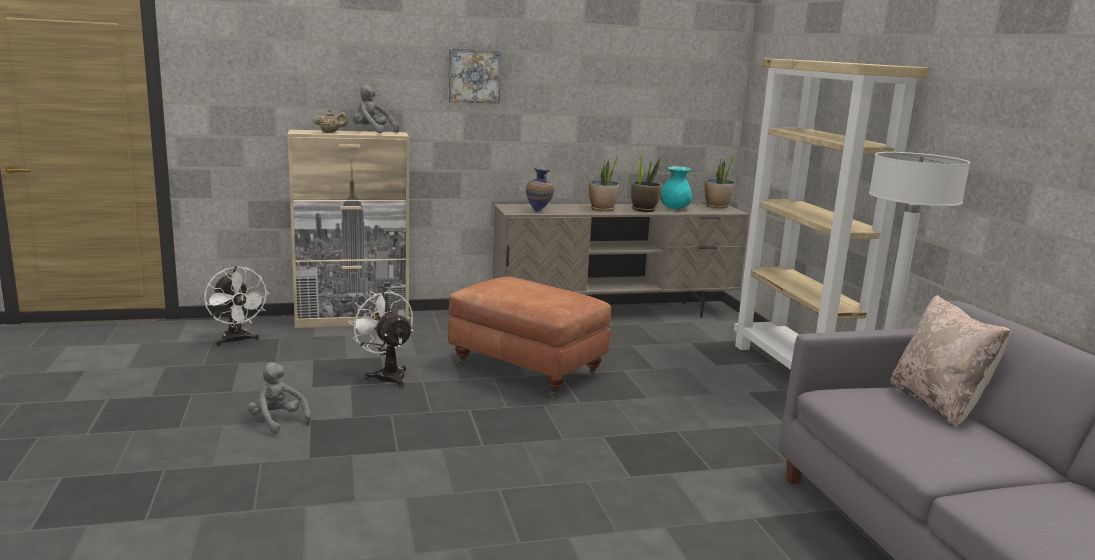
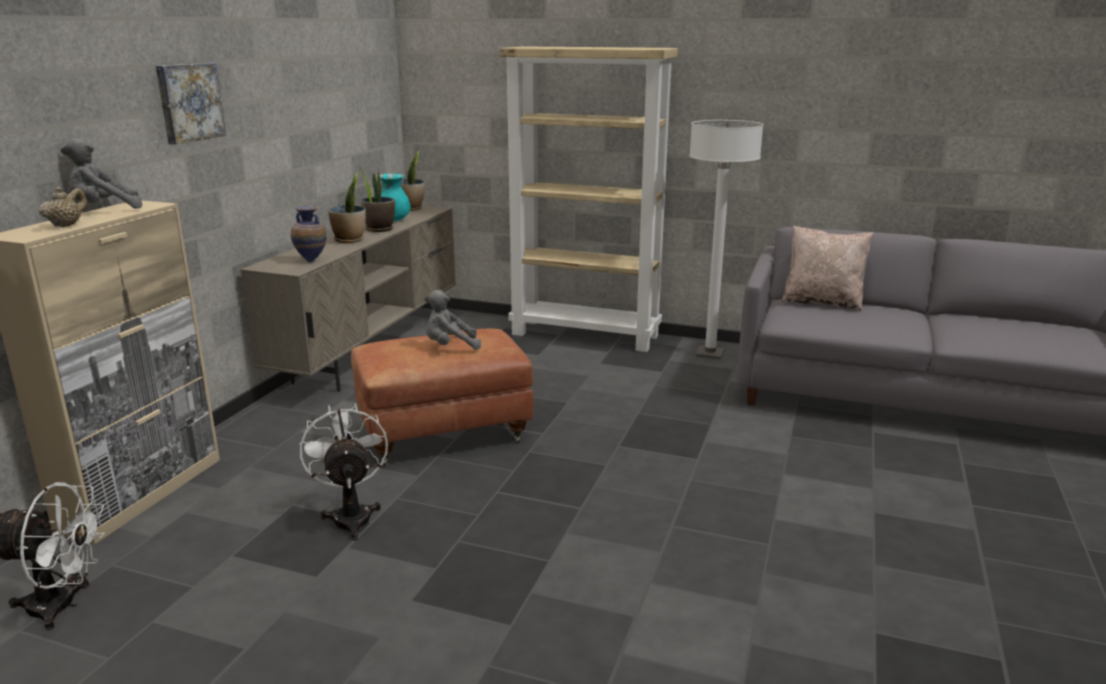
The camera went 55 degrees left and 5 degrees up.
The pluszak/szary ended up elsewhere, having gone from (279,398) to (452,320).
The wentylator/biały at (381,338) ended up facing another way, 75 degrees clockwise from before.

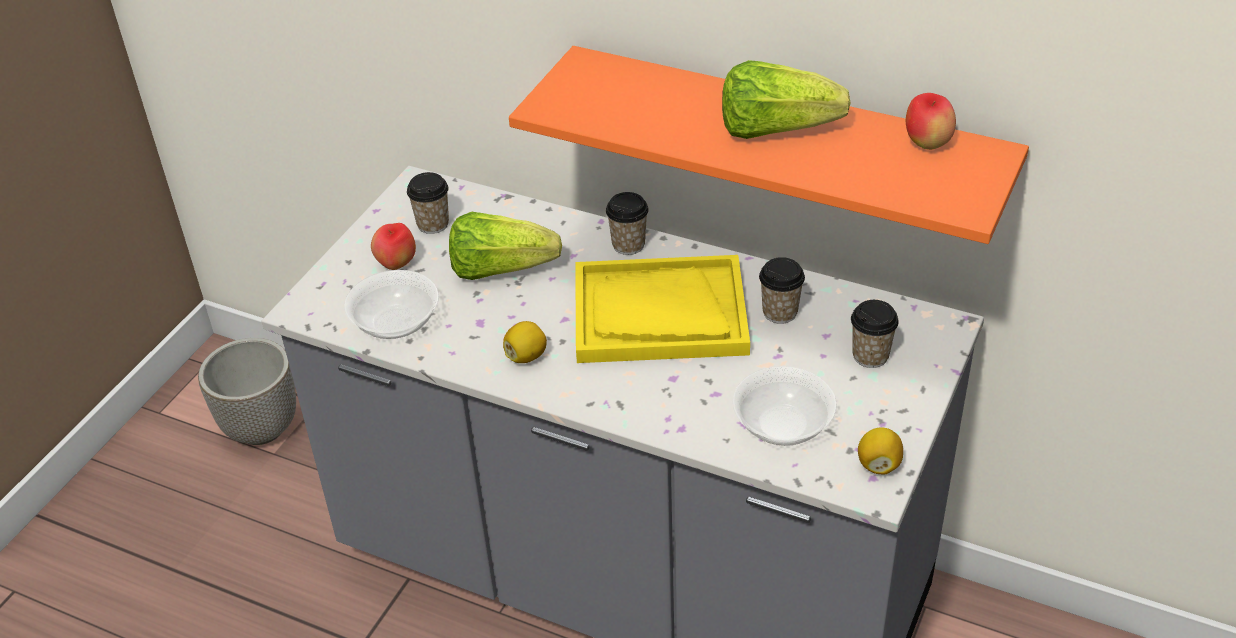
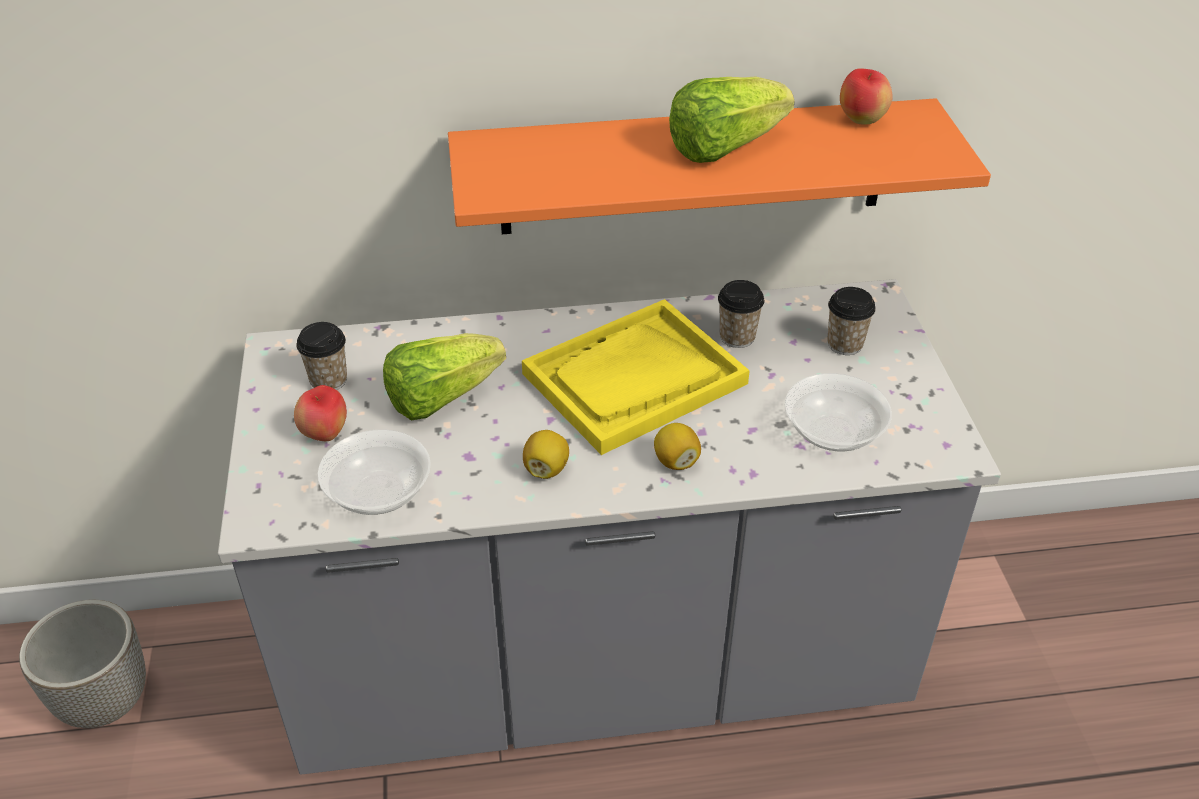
The camera went 35 degrees left and 0 degrees up.
The second view lost the filiżanka at (627,223).
The cytryna ended up elsewhere, having gone from (880,451) to (677,446).

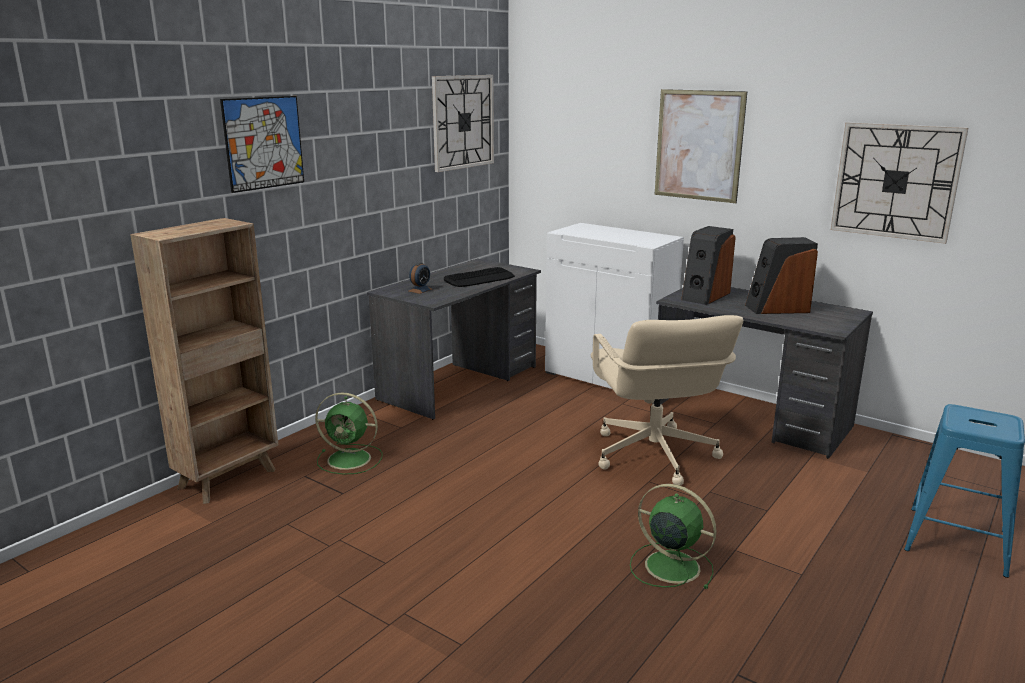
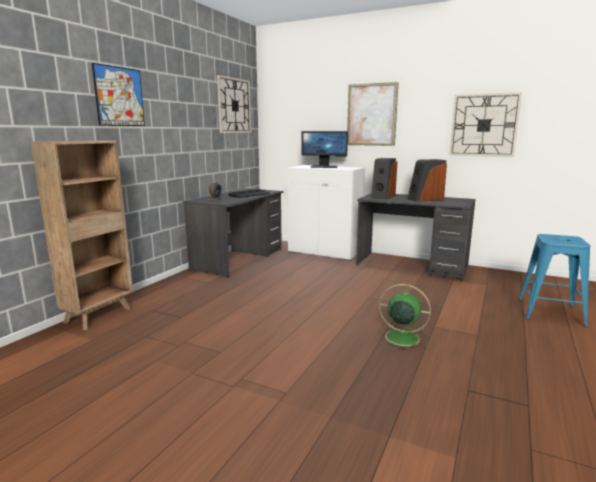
The camera went 10 degrees left and 5 degrees down.
The second view lost the wentylator/zielony at (349,433).
The second view lost the krzesło biurowe/beżowy at (667,400).
The second view gained the monitor at (324,149).

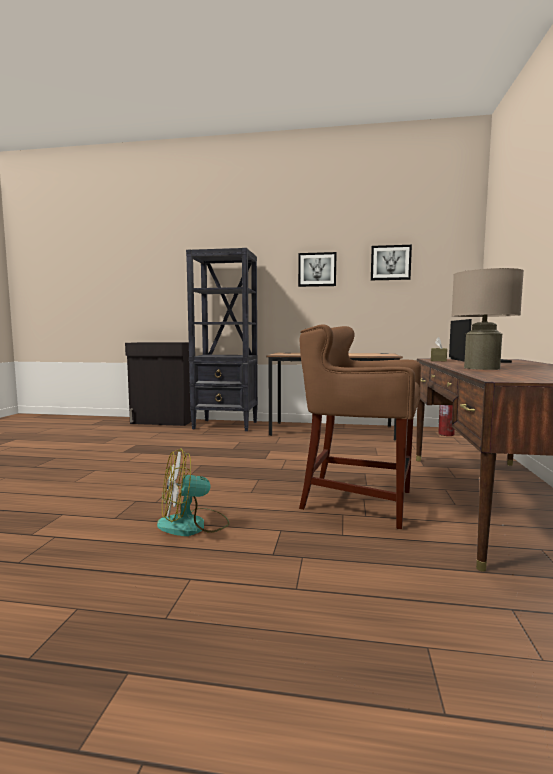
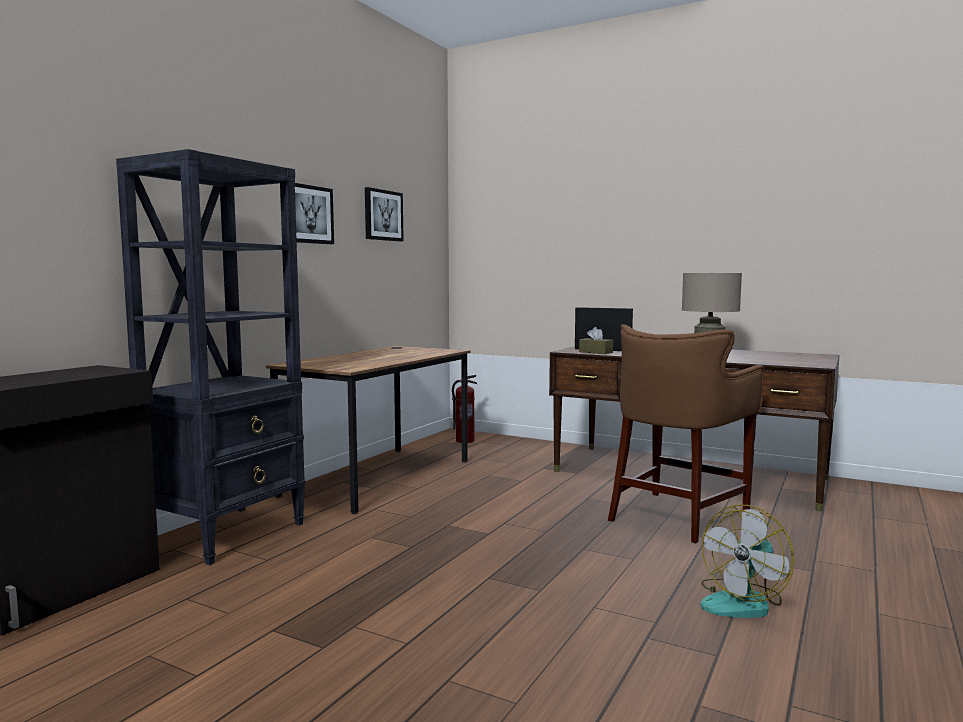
The camera went 70 degrees left and 0 degrees up.
The wentylator at (193,492) ended up facing another way, 45 degrees clockwise from before.

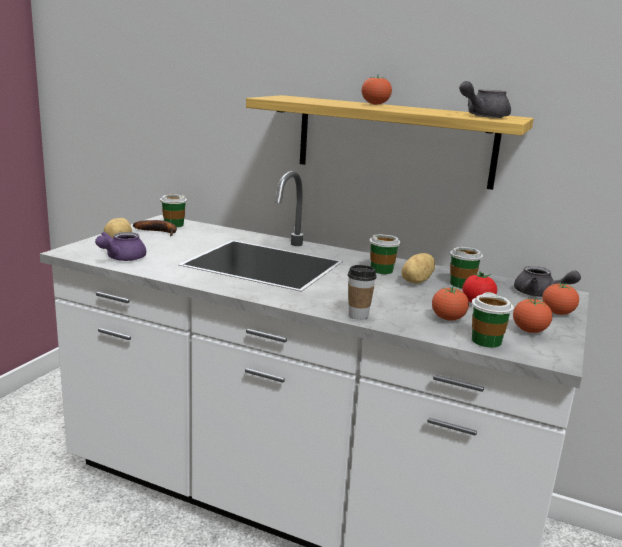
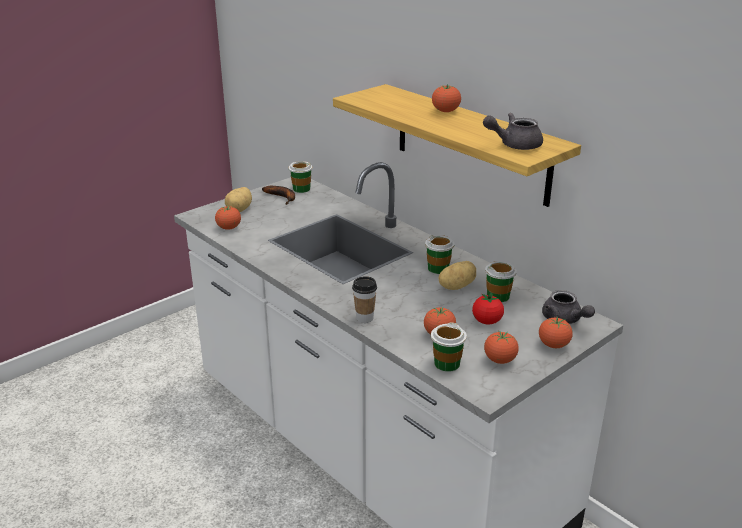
The camera went 25 degrees right and 10 degrees up.
Where the imbryk/fioletowy stood at (120,246), the pomidor came to stand at (228,218).

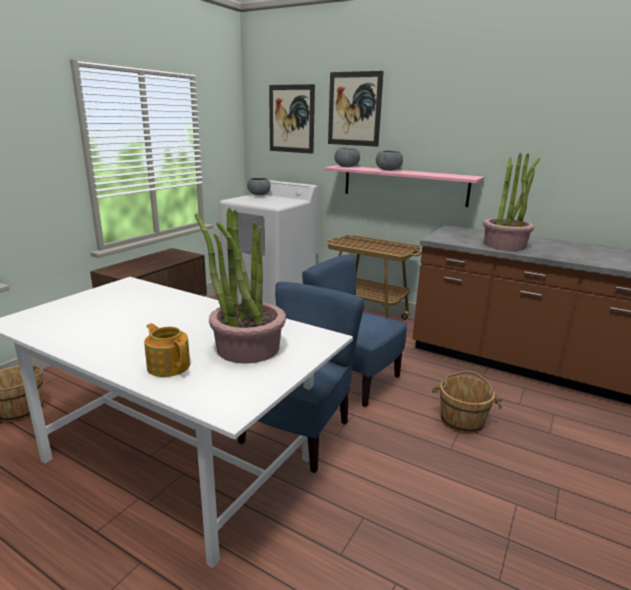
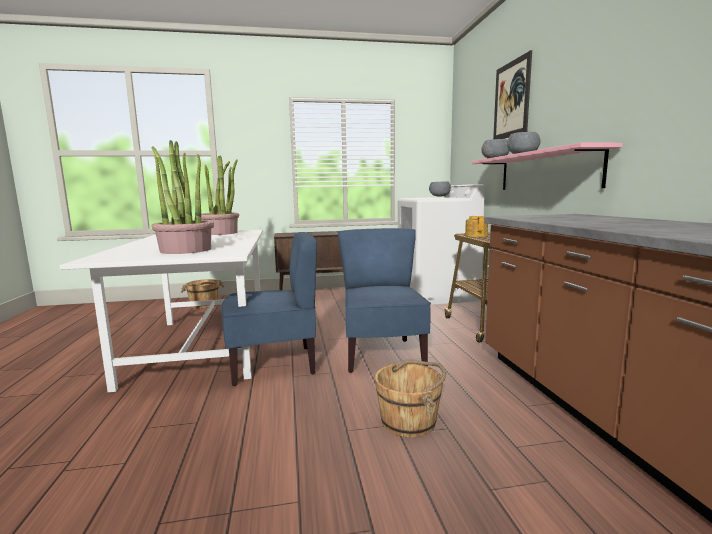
The camera went 50 degrees right and 10 degrees down.
The imbryk ended up elsewhere, having gone from (167,350) to (476,226).
The second view lost the obraz at (292,119).
The roślina doniczkowa ended up elsewhere, having gone from (511,202) to (220,195).

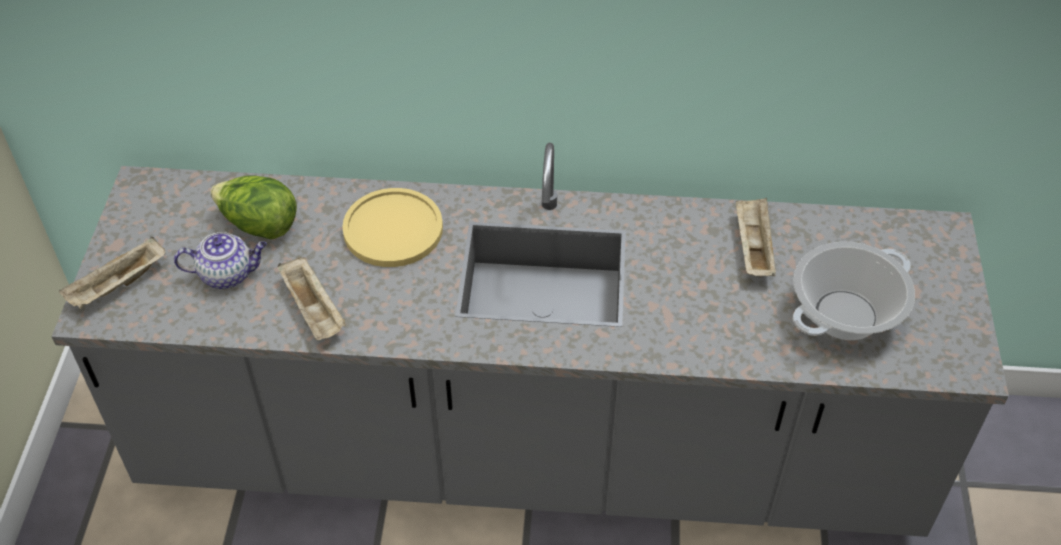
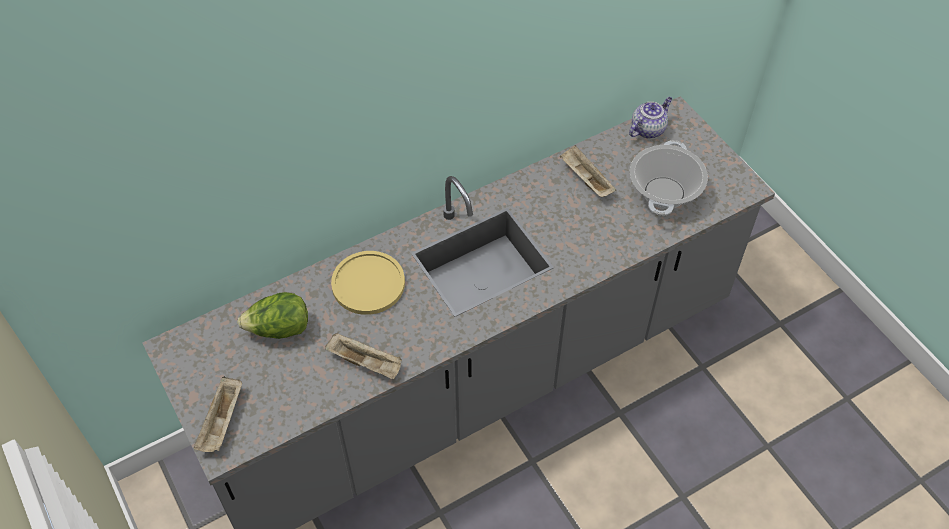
The camera went 35 degrees left and 5 degrees up.
The imbryk ended up elsewhere, having gone from (220,260) to (650,118).

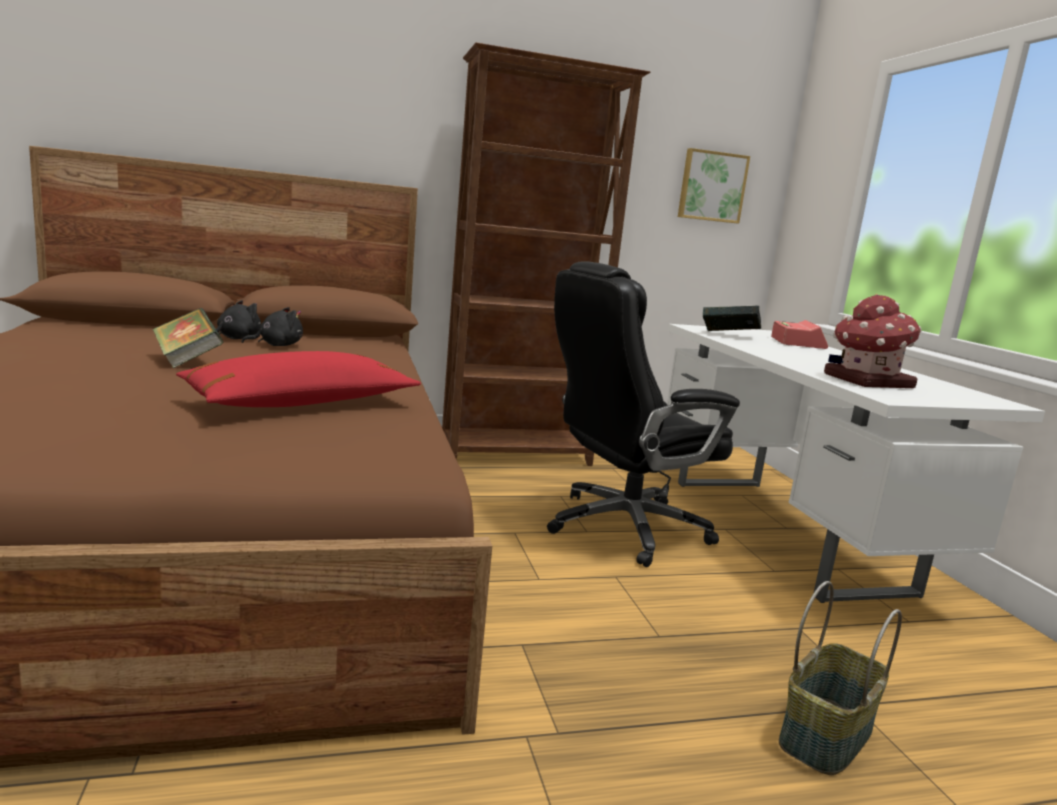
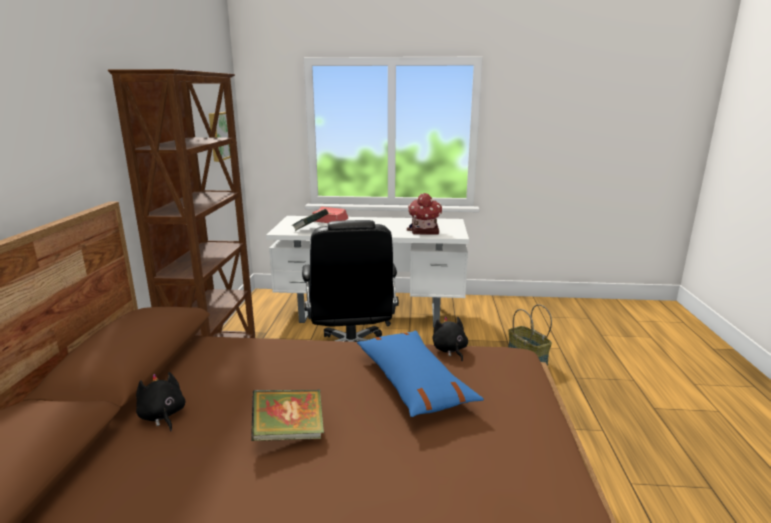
The camera went 70 degrees left and 5 degrees up.
What was the poduszka/czerwony at (298,379) turned into the poduszka/niebieski at (420,373).
The pluszak/czarny ended up elsewhere, having gone from (272,326) to (450,339).

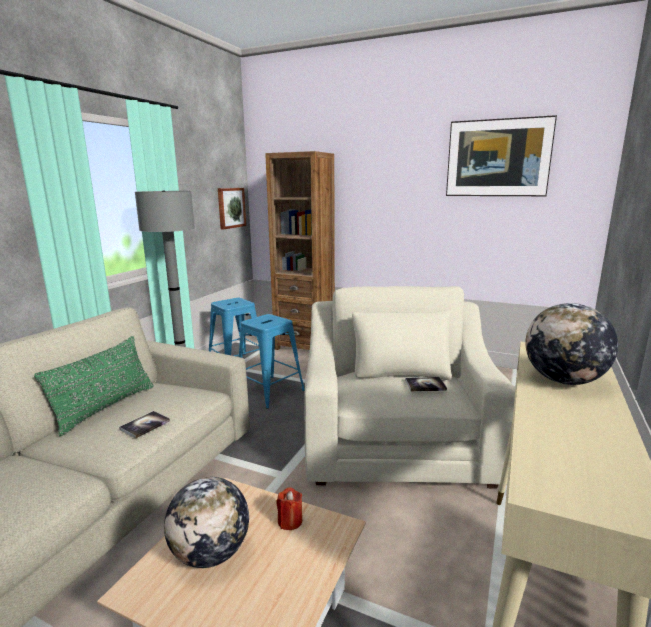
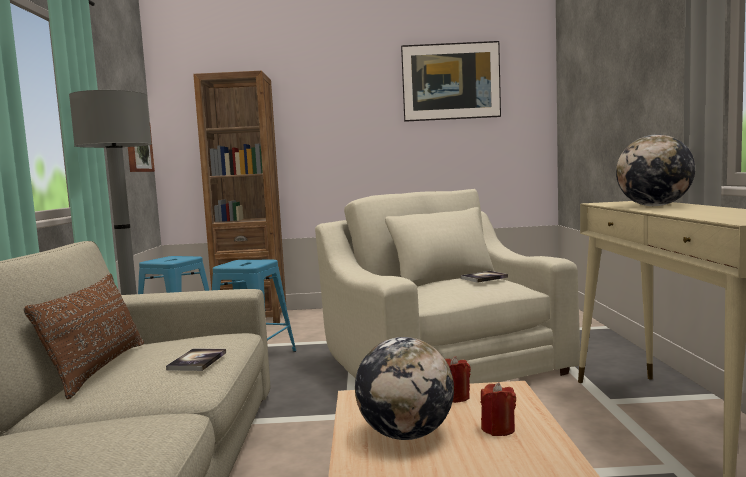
The camera went 25 degrees left and 10 degrees down.
What was the poduszka/zielony at (94,386) turned into the poduszka/brązowy at (84,336).
The second view gained the świeca/czerwony at (498,409).

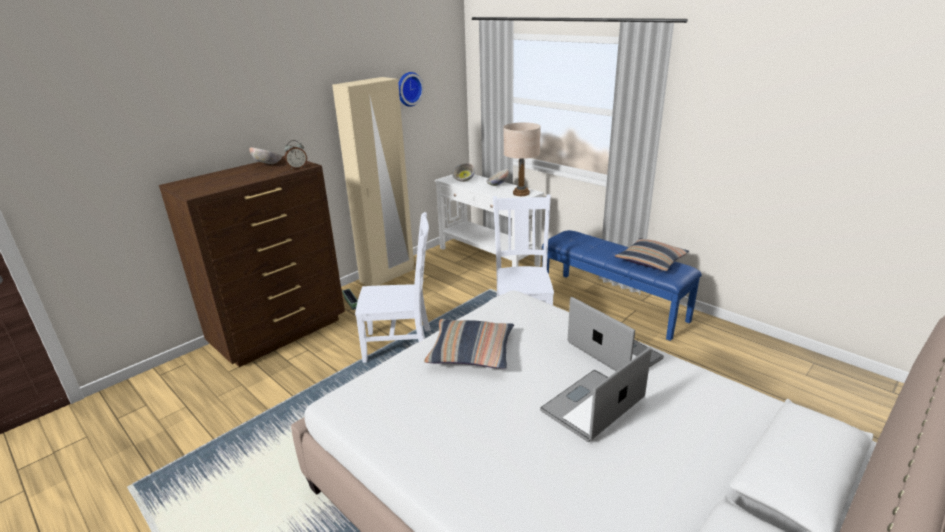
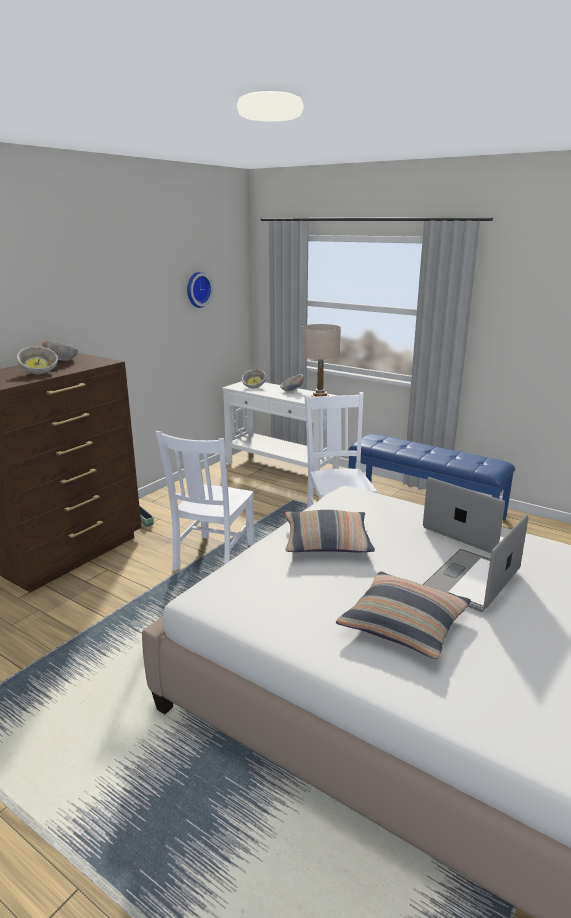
The camera went 10 degrees left and 5 degrees down.
The second view lost the budzik at (295,154).
The second view lost the szafa/beżowy at (373,181).
The krzesło/biały at (393,287) ended up facing another way, 120 degrees clockwise from before.
The poduszka ended up elsewhere, having gone from (652,254) to (403,615).
The second view gained the miska at (37,360).

